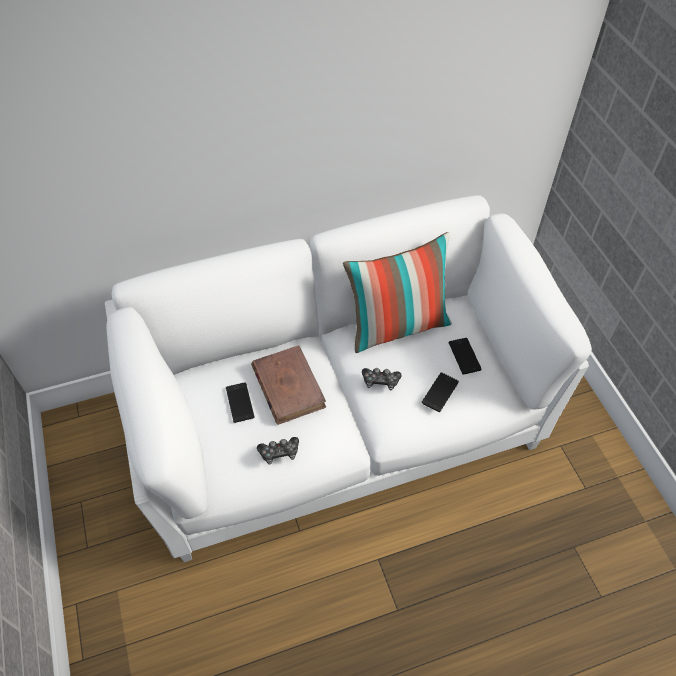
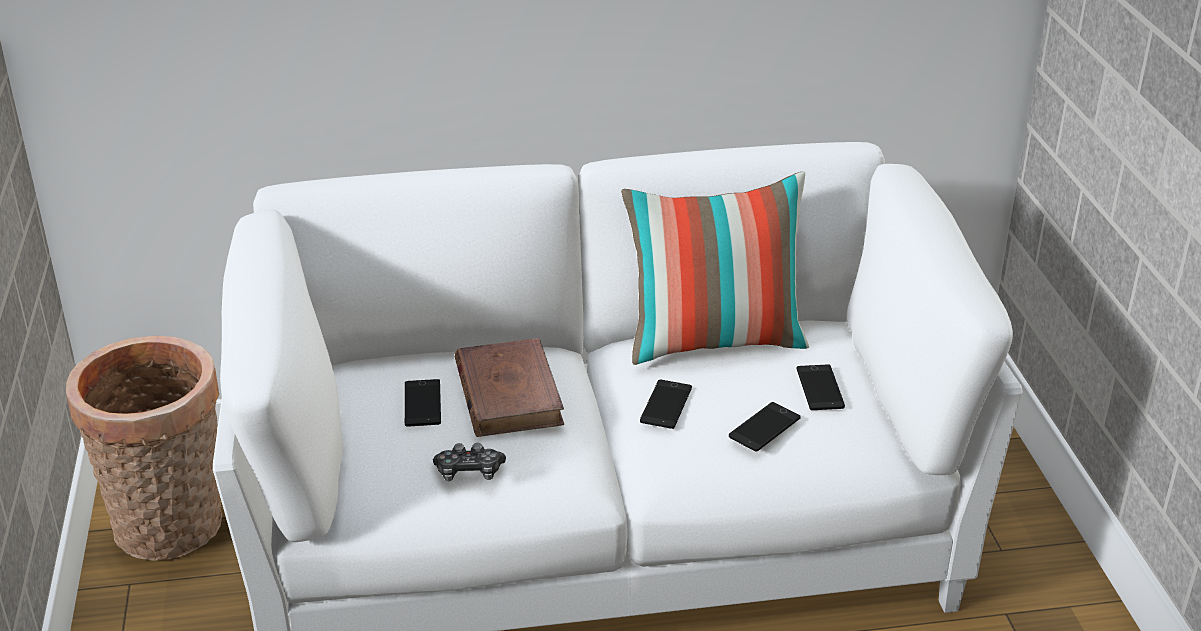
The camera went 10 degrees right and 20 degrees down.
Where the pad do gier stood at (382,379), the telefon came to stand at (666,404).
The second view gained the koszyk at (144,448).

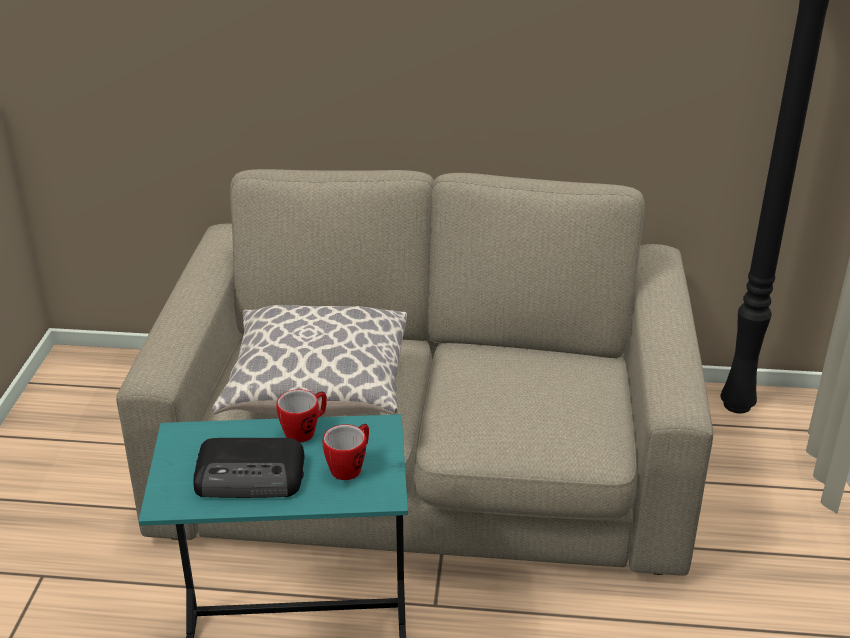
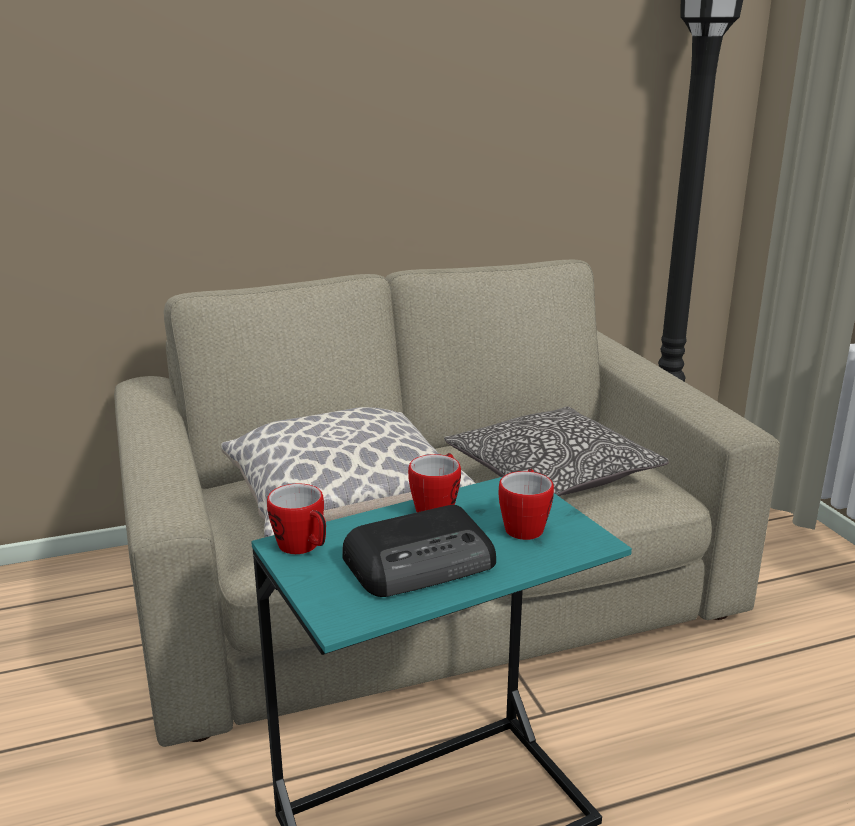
The camera went 25 degrees left and 10 degrees down.
The second view gained the kubek at (296,518).
The second view gained the poduszka at (556,451).

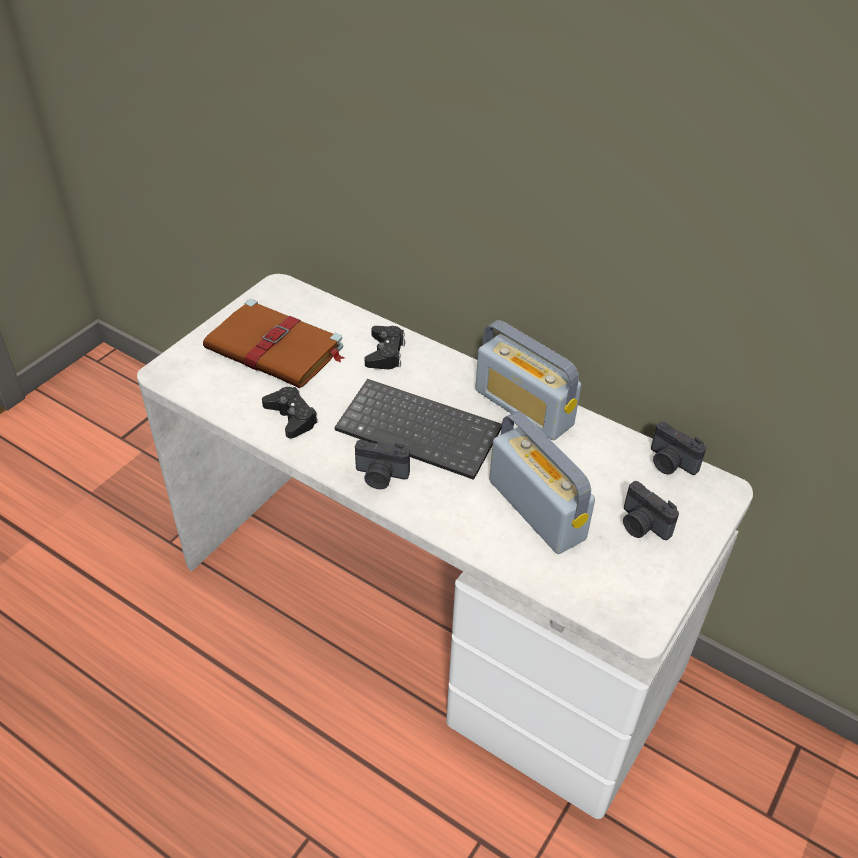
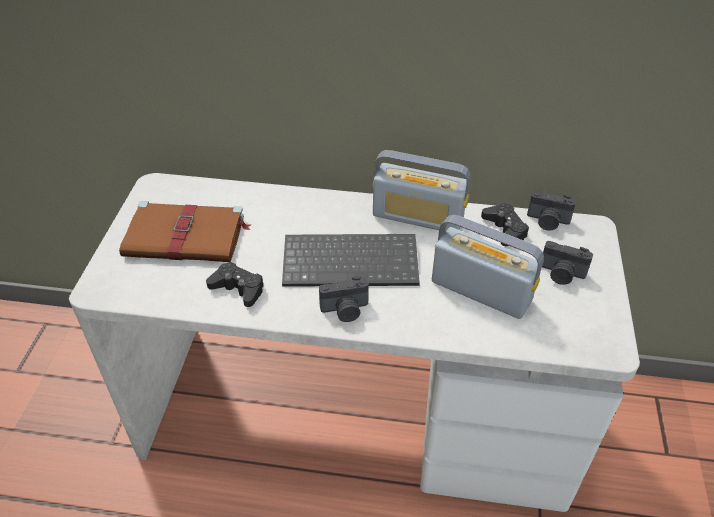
The camera went 25 degrees left and 0 degrees up.
The pad do gier/czarny ended up elsewhere, having gone from (385,347) to (505,224).

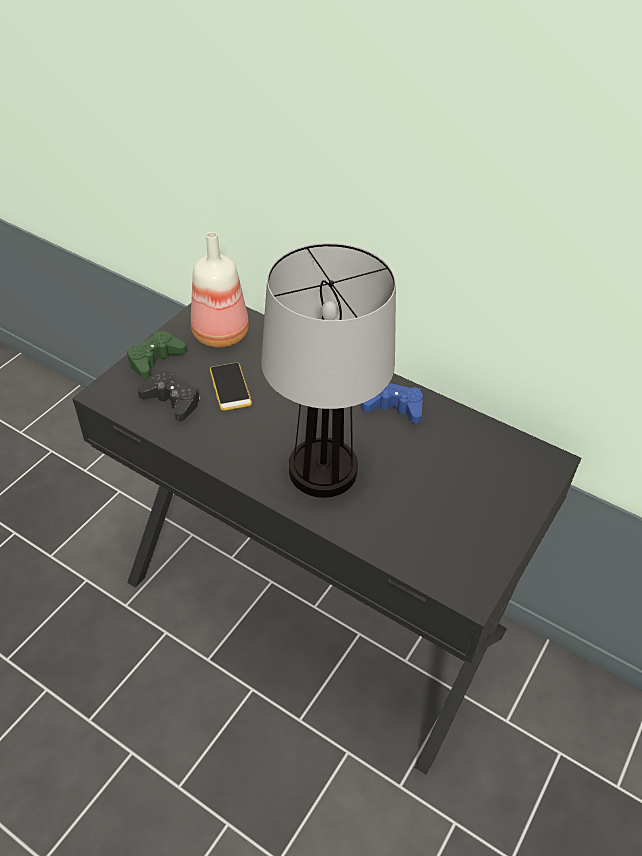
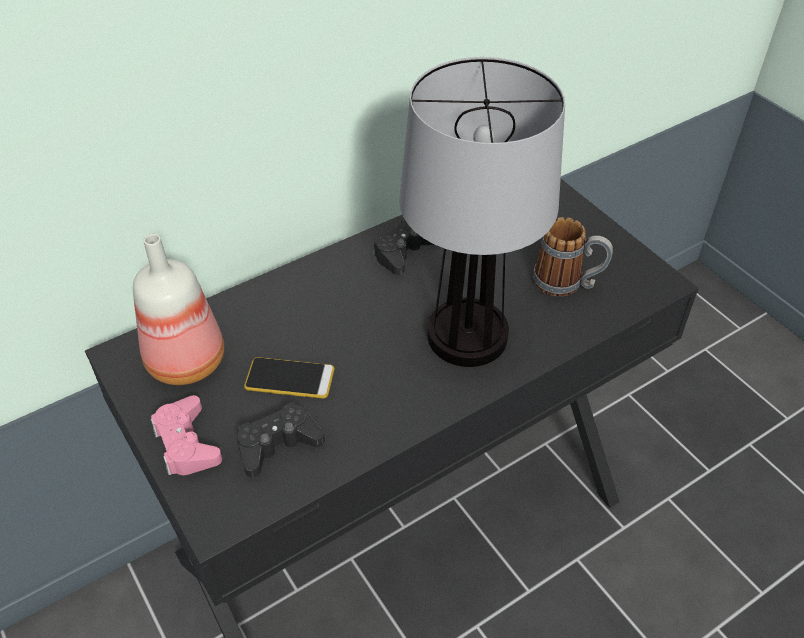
The camera went 65 degrees left and 0 degrees up.
What was the pad do gier/zielony at (157,354) turned into the pad do gier/różowy at (186,435).
What was the pad do gier/niebieski at (392,403) turned into the pad do gier/czarny at (404,247).
The second view gained the kubek at (573,256).

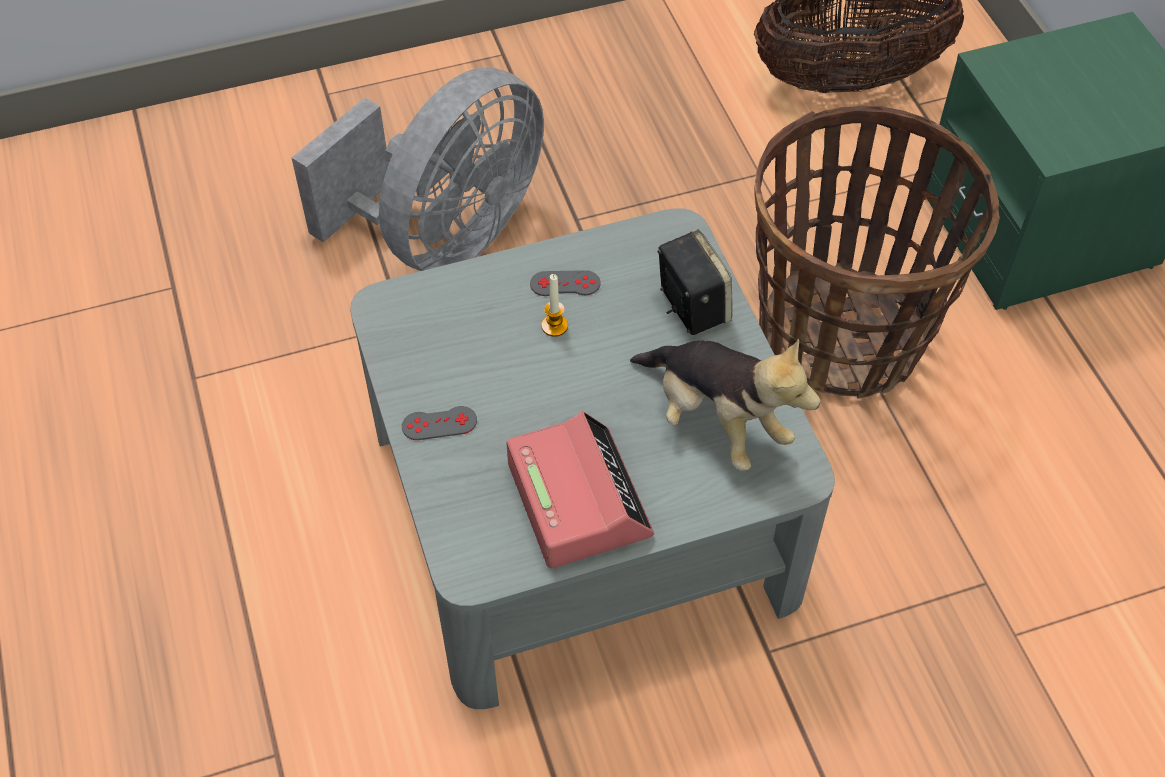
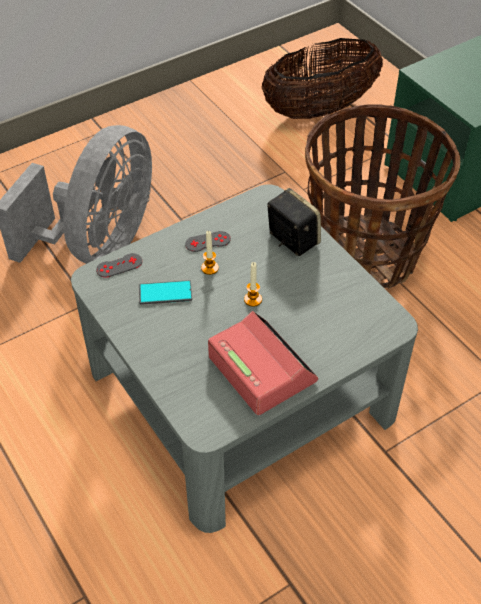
The camera went 15 degrees left and 5 degrees down.
The pad do gier/szary ended up elsewhere, having gone from (439,423) to (119,265).
The second view lost the pluszak at (725,404).
The second view gained the telefon at (165,292).
The second view gained the świeca at (253,284).

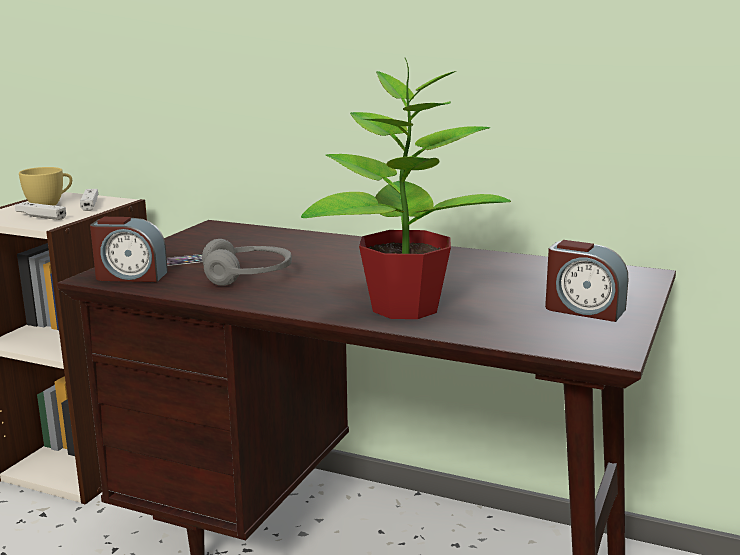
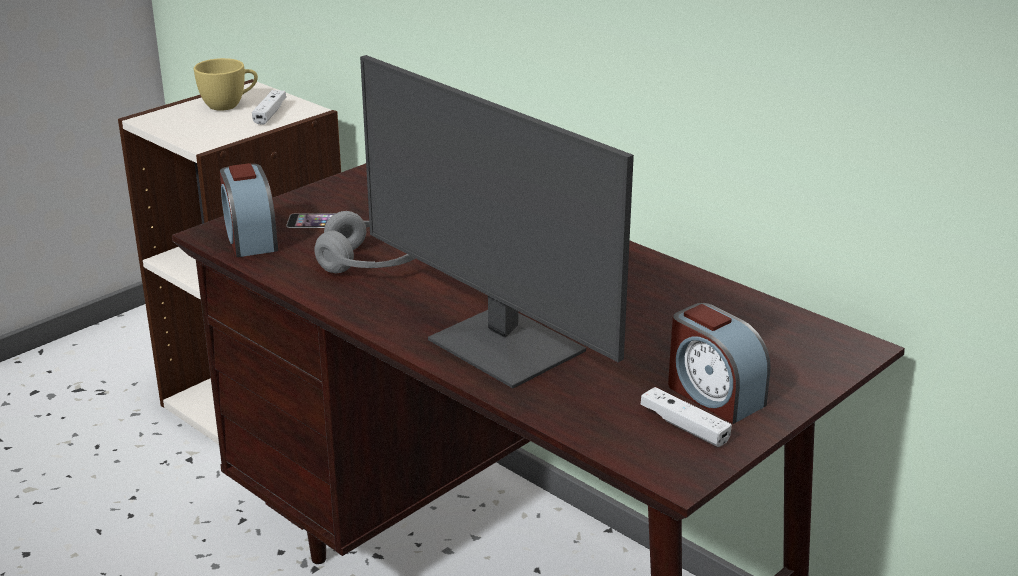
The camera went 20 degrees right and 10 degrees up.
The pad do gier/biały ended up elsewhere, having gone from (40,211) to (686,417).
The budzik at (129,249) ended up facing another way, 45 degrees clockwise from before.
Where the roślina doniczkowa stood at (406,188), the monitor came to stand at (497,221).

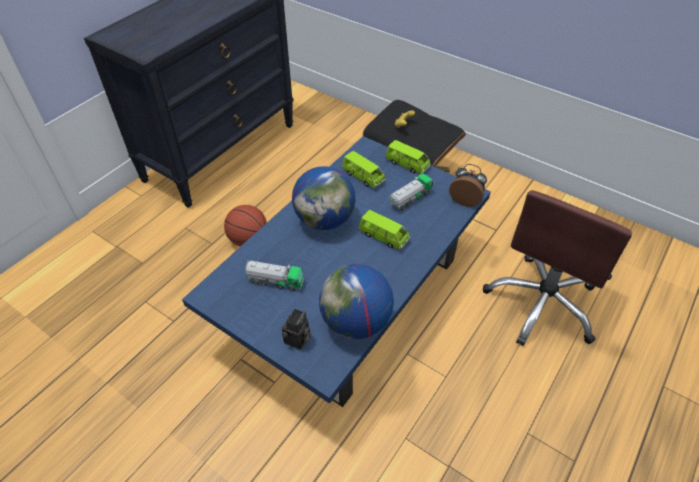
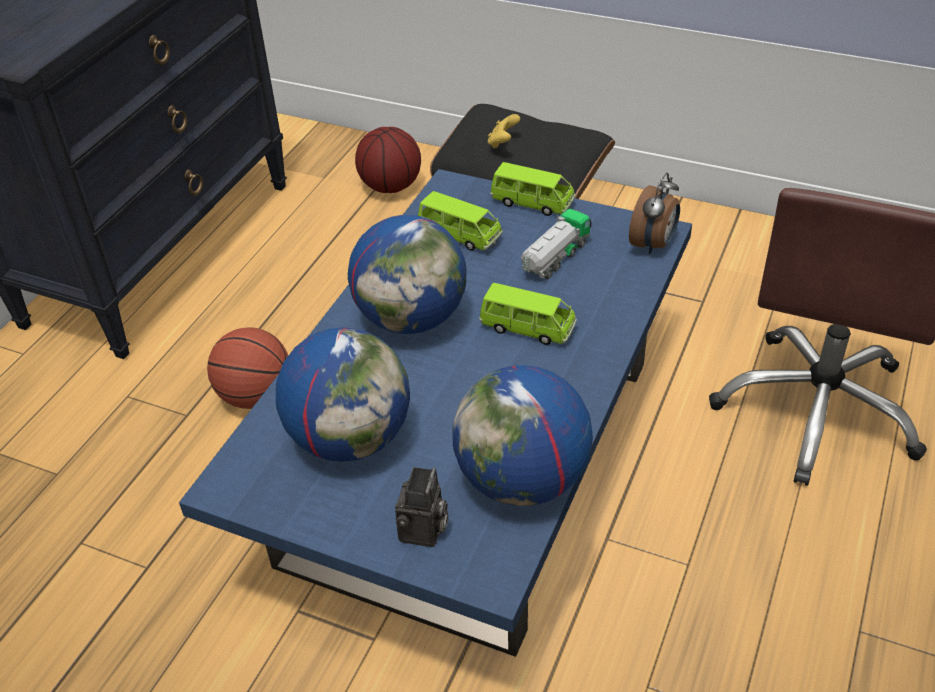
The camera went 10 degrees left and 5 degrees down.
Where the ciężarówka zabawkowa stood at (274,275), the globus came to stand at (343,394).
The budzik at (468,185) ended up facing another way, 105 degrees clockwise from before.
The second view gained the piłka do koszykówki at (388,160).

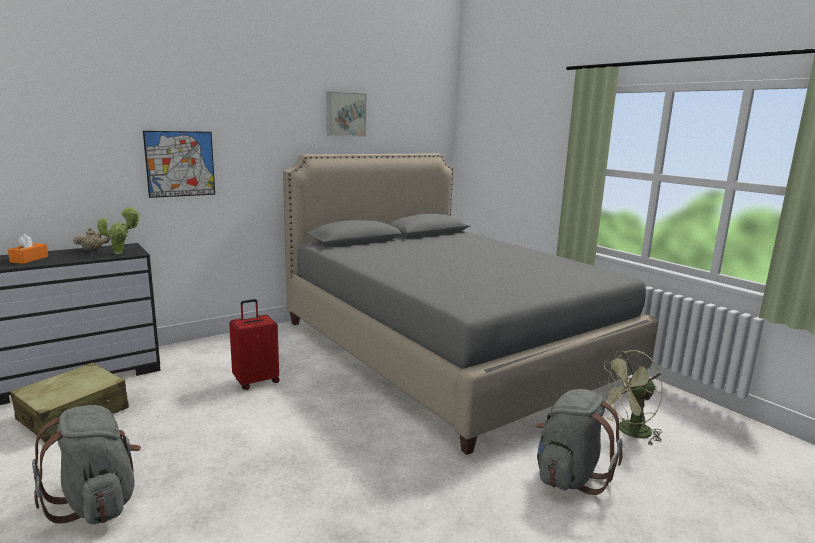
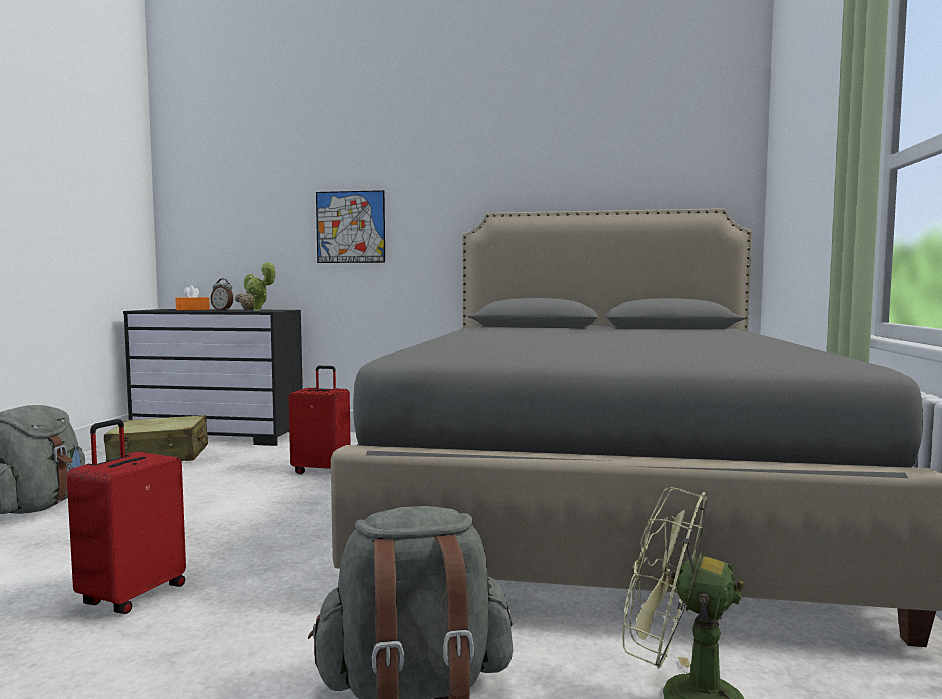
The camera went 45 degrees right and 10 degrees down.
The second view lost the obraz at (346,113).
The second view gained the walizka/czerwony at (126,516).
The second view gained the budzik at (222,294).

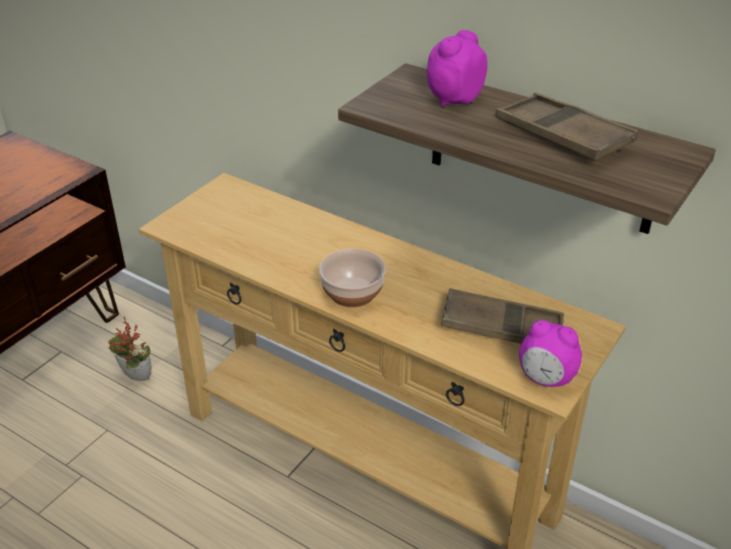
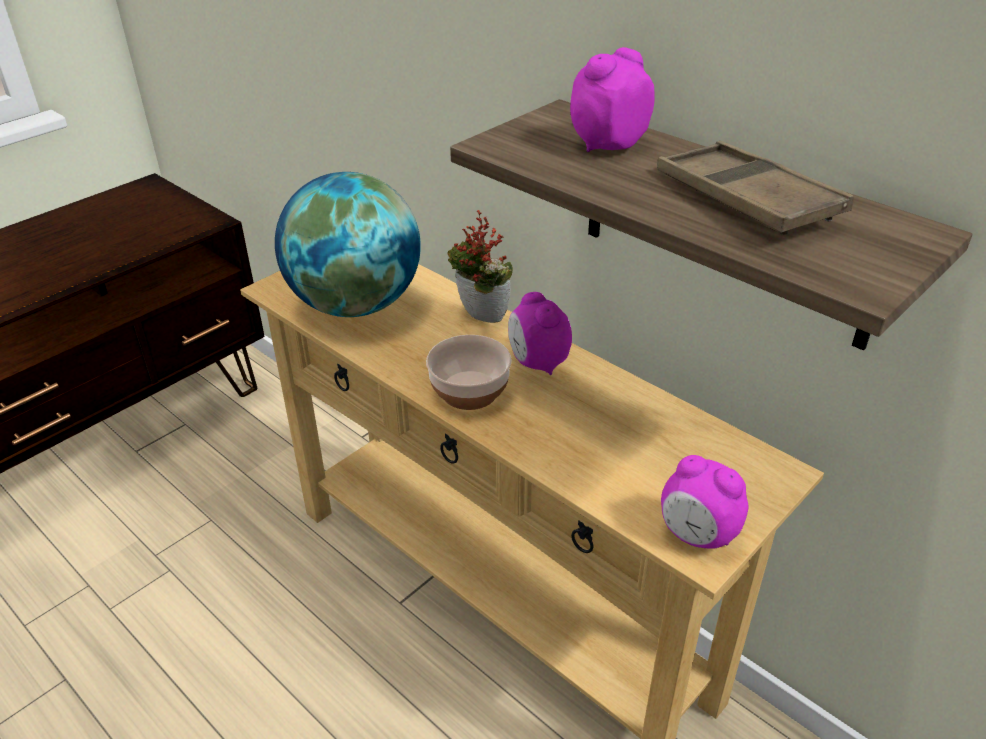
The camera went 10 degrees right and 0 degrees up.
The roślina doniczkowa ended up elsewhere, having gone from (130,349) to (480,266).
The second view lost the taca/brązowy at (502,316).
The second view gained the globus at (348,244).
The second view gained the budzik at (540,333).

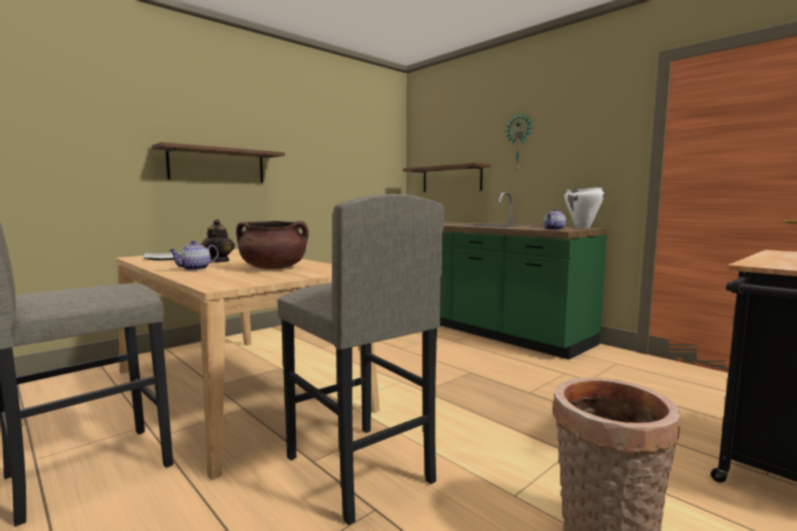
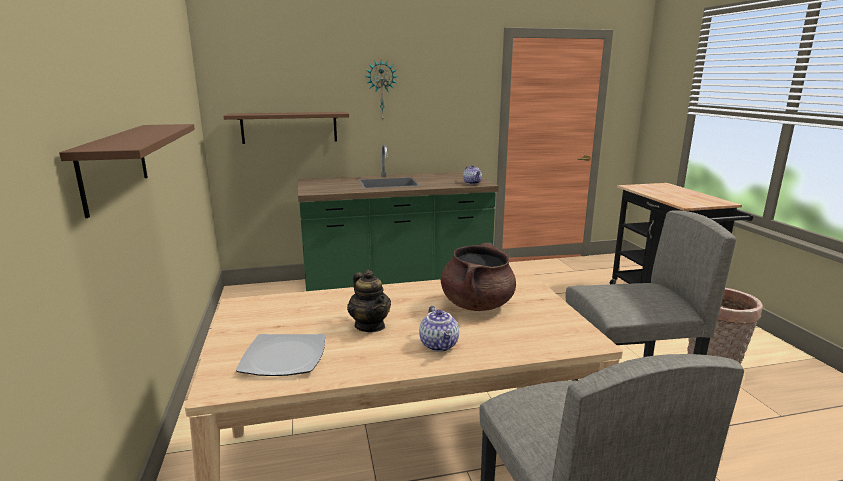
The camera went 60 degrees left and 10 degrees up.
The imbryk at (218,240) ended up facing another way, 45 degrees clockwise from before.
The second view lost the garnek/biały at (584,207).

